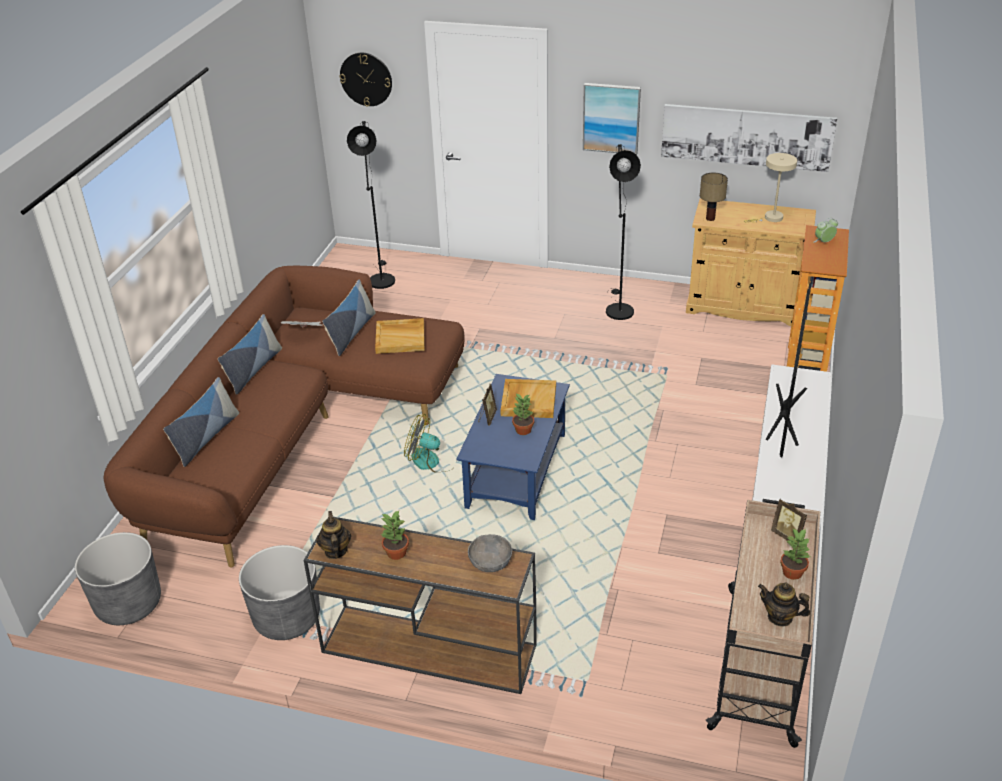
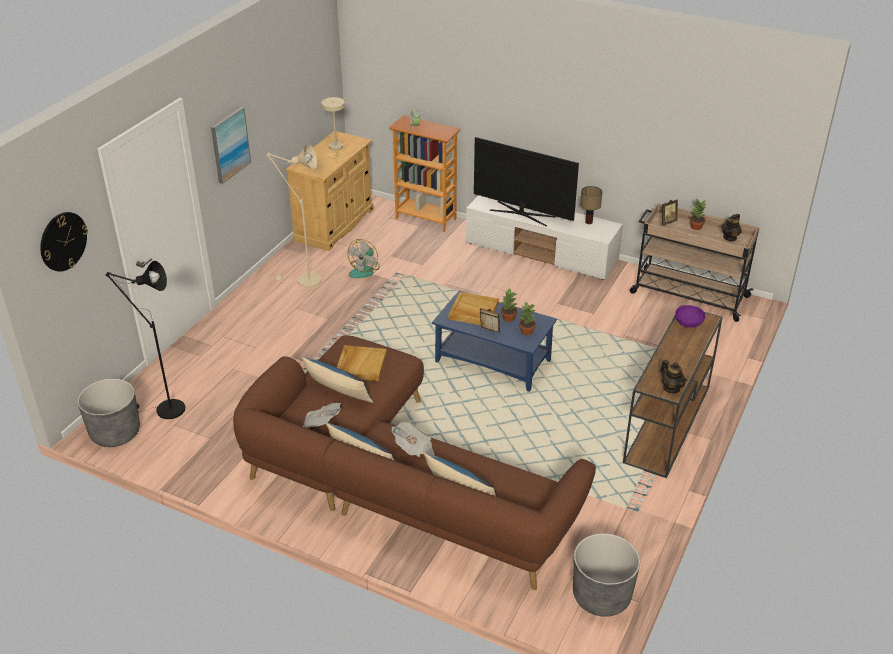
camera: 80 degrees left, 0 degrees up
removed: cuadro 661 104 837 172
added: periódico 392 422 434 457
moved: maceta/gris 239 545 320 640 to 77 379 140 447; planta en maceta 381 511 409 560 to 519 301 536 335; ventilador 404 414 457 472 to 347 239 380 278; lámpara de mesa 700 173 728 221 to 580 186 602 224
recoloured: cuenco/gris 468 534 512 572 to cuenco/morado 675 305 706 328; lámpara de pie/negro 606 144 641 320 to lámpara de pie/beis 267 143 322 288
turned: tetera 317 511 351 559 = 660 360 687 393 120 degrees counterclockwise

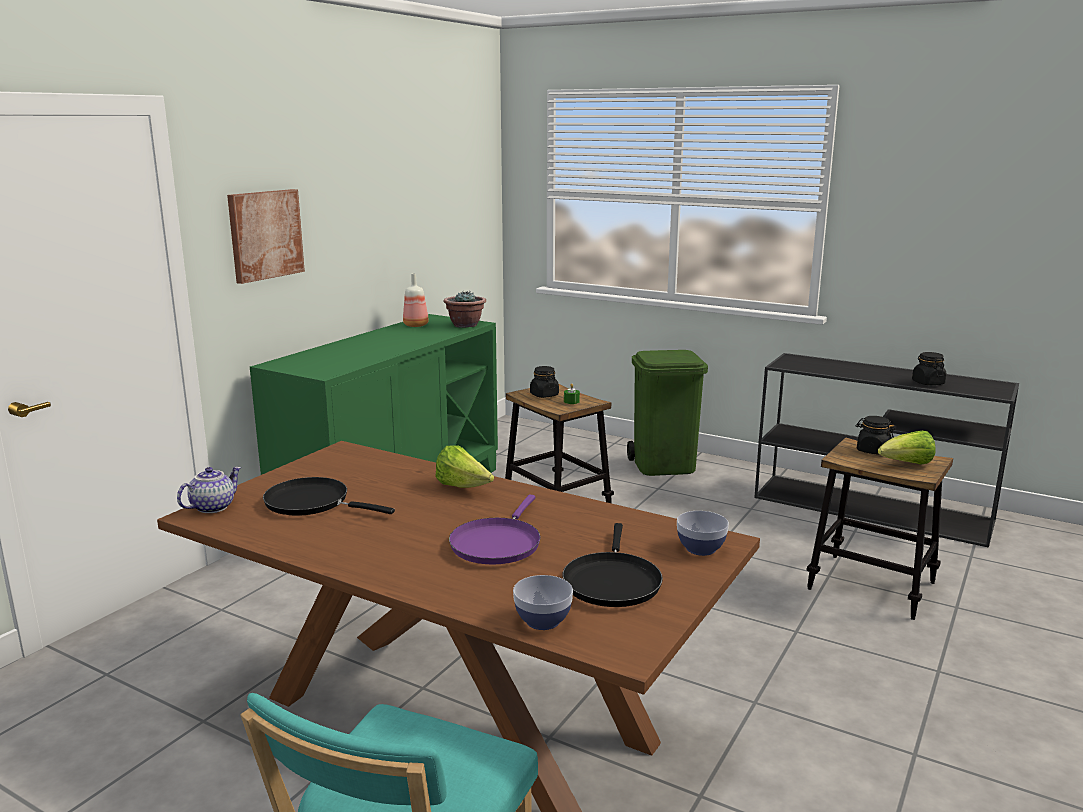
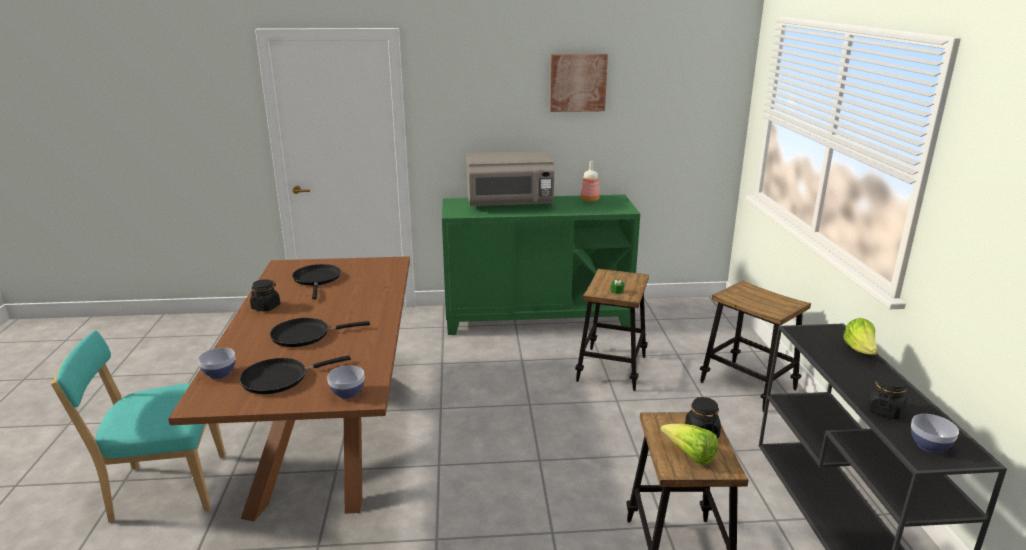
camera: 55 degrees right, 5 degrees up
removed: tetera 177 467 241 513; planta en maceta 443 290 486 328
added: microondas/gris 466 151 554 207; cuenco 911 414 959 453
moved: cuadro 227 189 305 284 to 550 54 608 112; lechuga 436 445 494 488 to 843 318 878 355; tarro/negro 530 366 559 398 to 250 279 280 312
replaced: papelera/verde 627 350 708 476 to taburete 700 281 811 412
recoloured: sartén/morado 449 495 541 564 to sartén/negro 270 318 370 347

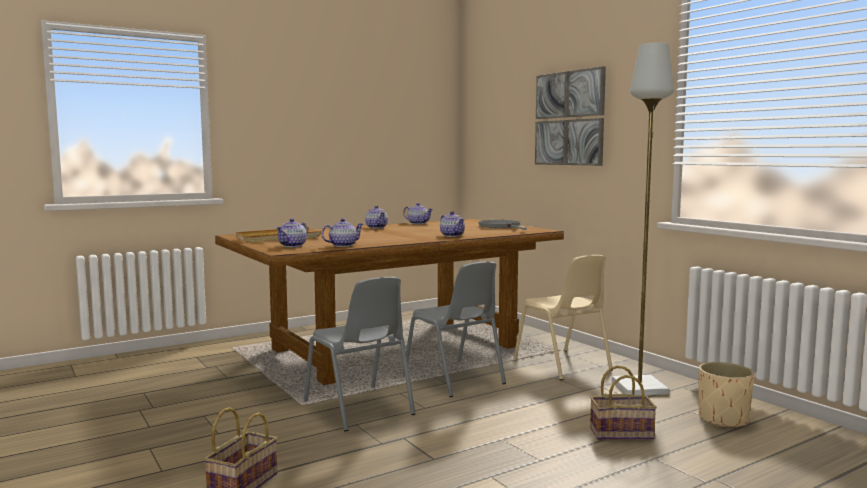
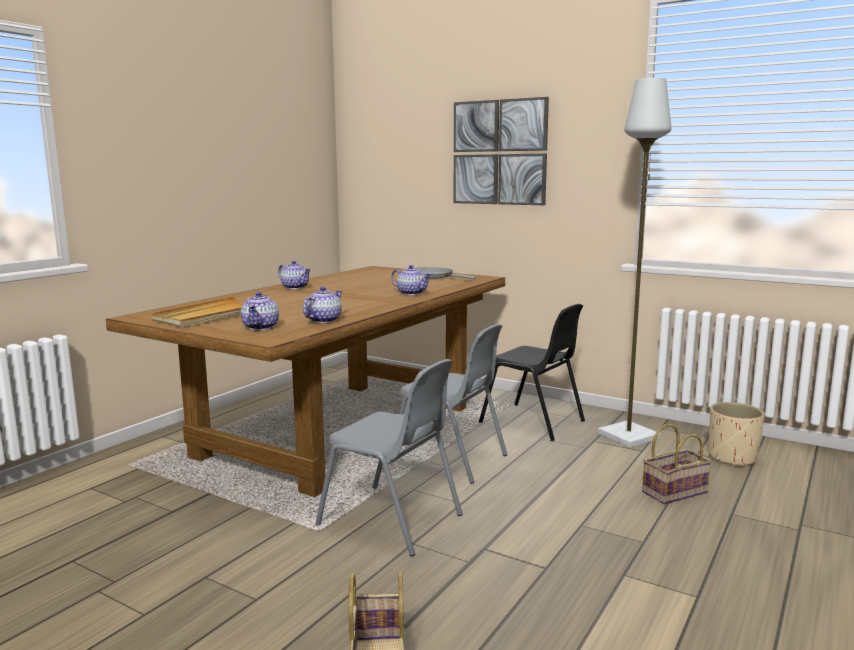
camera: 25 degrees left, 5 degrees up
removed: tetera 403 203 433 224
recoloured: silla/beis 514 255 613 380 to silla/negro 479 304 585 441

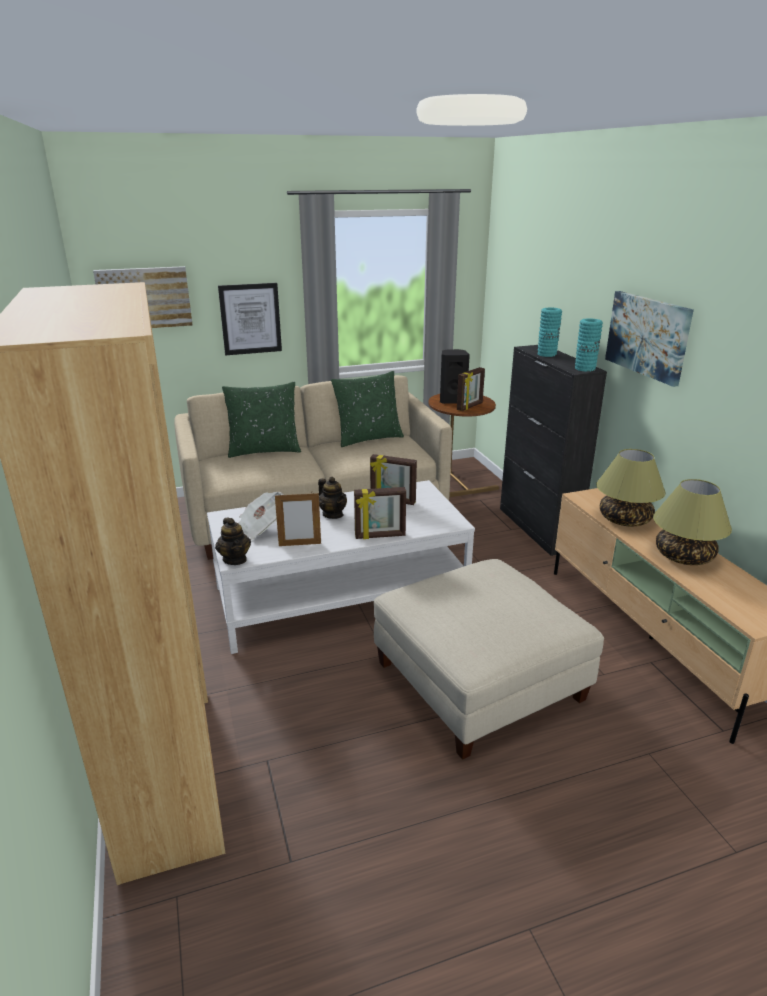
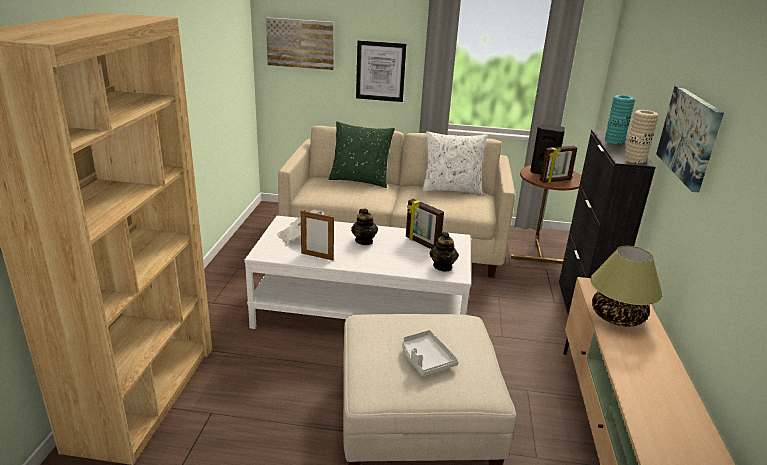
camera: 25 degrees right, 0 degrees up
removed: portarretratos 354 487 406 539; lámpara de mesa 653 479 732 565
added: bandeja/gris 402 330 459 376
moved: tetera 215 517 251 565 to 429 232 459 272
recoloured: cojín/verde 331 371 404 447 to cojín/blanco 422 131 487 195; florero/turquesa 575 318 603 372 to florero/beis 624 110 659 164

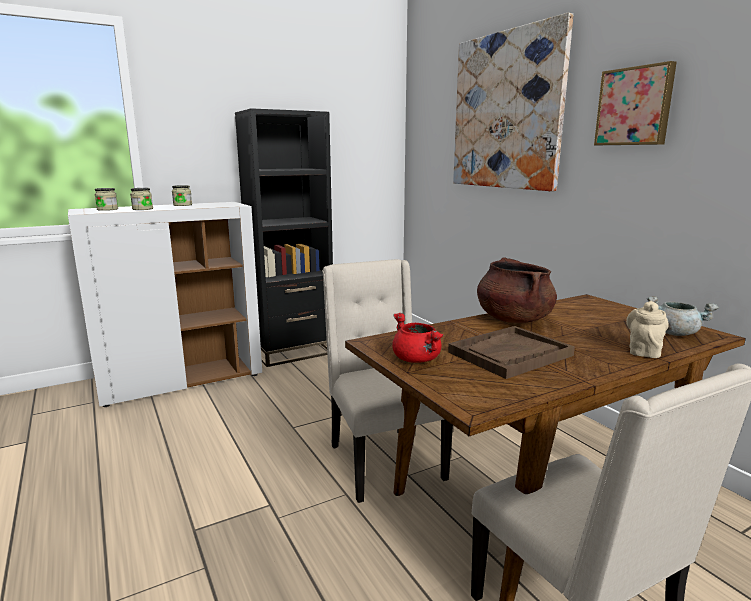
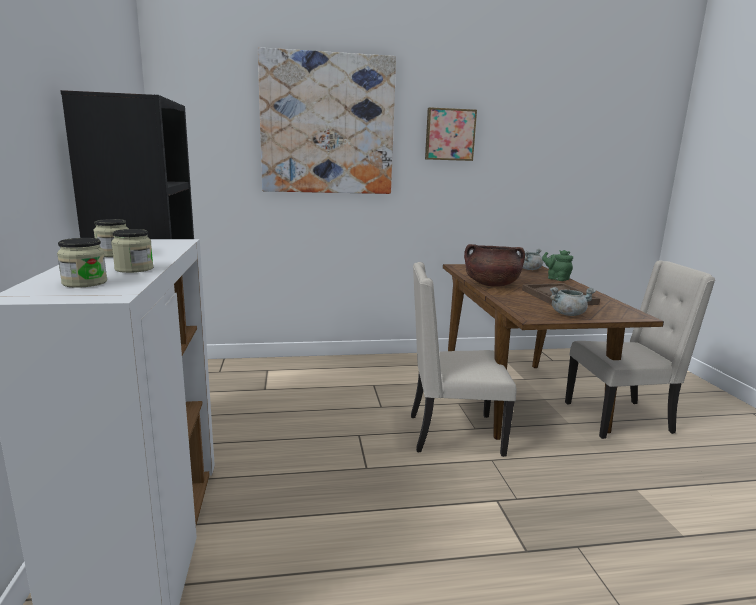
camera: 70 degrees left, 0 degrees up
recoloured: olla/rojo 392 313 443 363 to olla/gris 550 287 596 316; tetera/beis 626 301 669 358 to tetera/verde 542 250 573 281

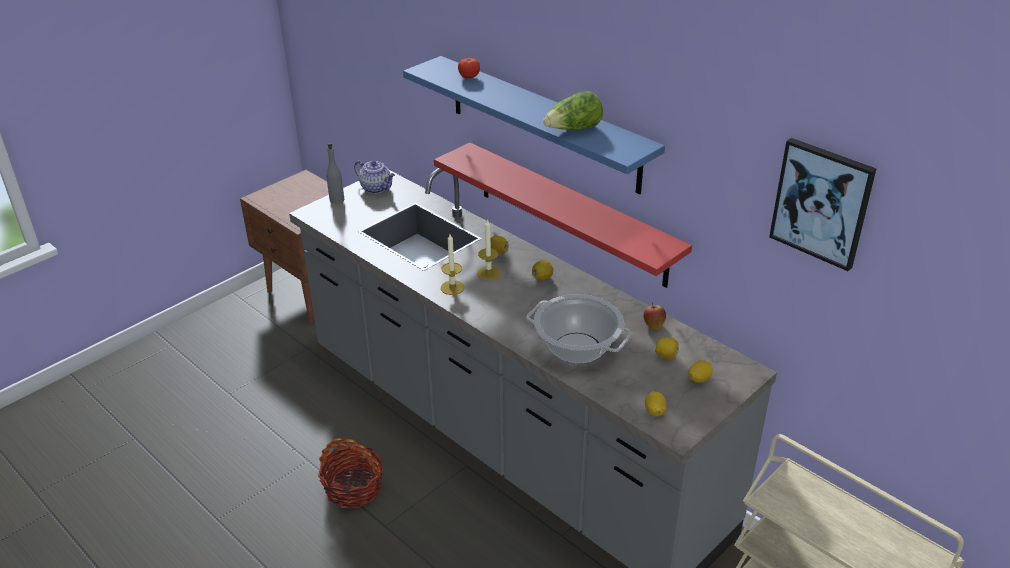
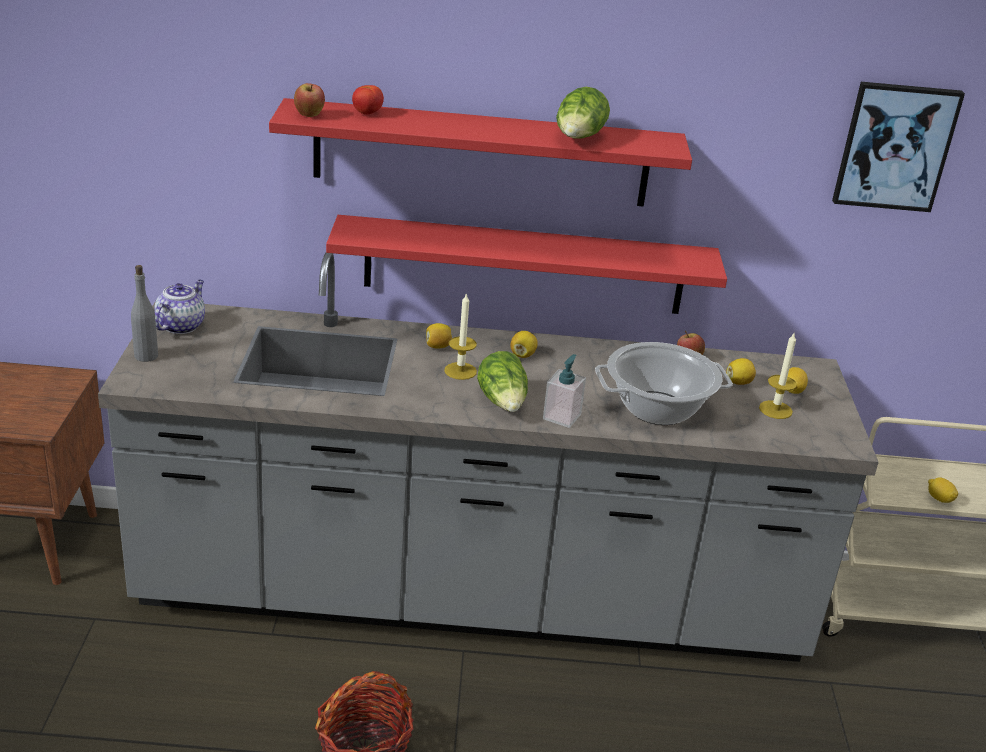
camera: 45 degrees left, 5 degrees down
added: manzana 294 83 325 117; lechuga 477 351 528 412; dispensador de jabón 543 354 586 428
moved: vela 441 234 465 295 to 759 333 797 419; limón 645 391 667 416 to 928 477 958 503
recoloured: estante/azul 403 56 665 194 to estante/rojo 269 98 692 207
turned: tetera 354 160 395 194 = 154 280 205 334 60 degrees counterclockwise

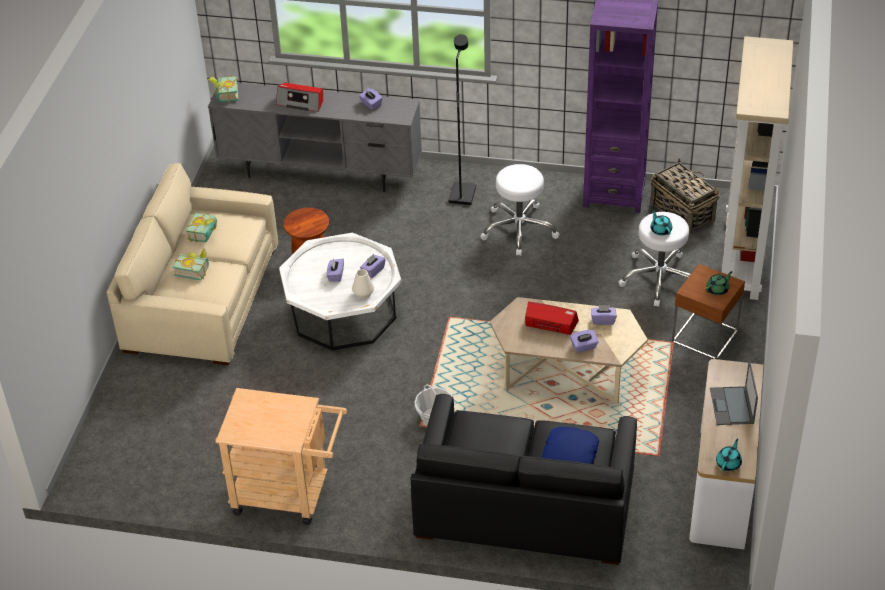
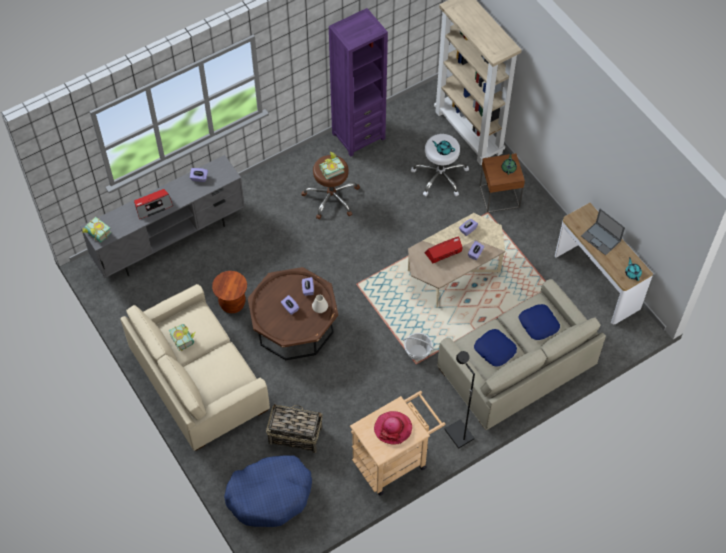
camera: 45 degrees left, 15 degrees up
added: cama para perro/azul 224 456 312 527; sombrero 374 411 412 444; cojín/azul 474 329 517 367
moved: libro 173 248 209 280 to 319 152 345 179; lámpara de pie/negro 448 34 476 205 to 444 351 475 449; cesta 650 158 720 235 to 266 404 323 453
recoloured: mesa de centro/blanco 279 233 401 351 to mesa de centro/marrón 248 267 338 360; sofá/negro 411 394 637 565 to sofá/beis 437 279 606 430; taburete/blanco 480 164 560 256 to taburete/marrón 301 155 360 219

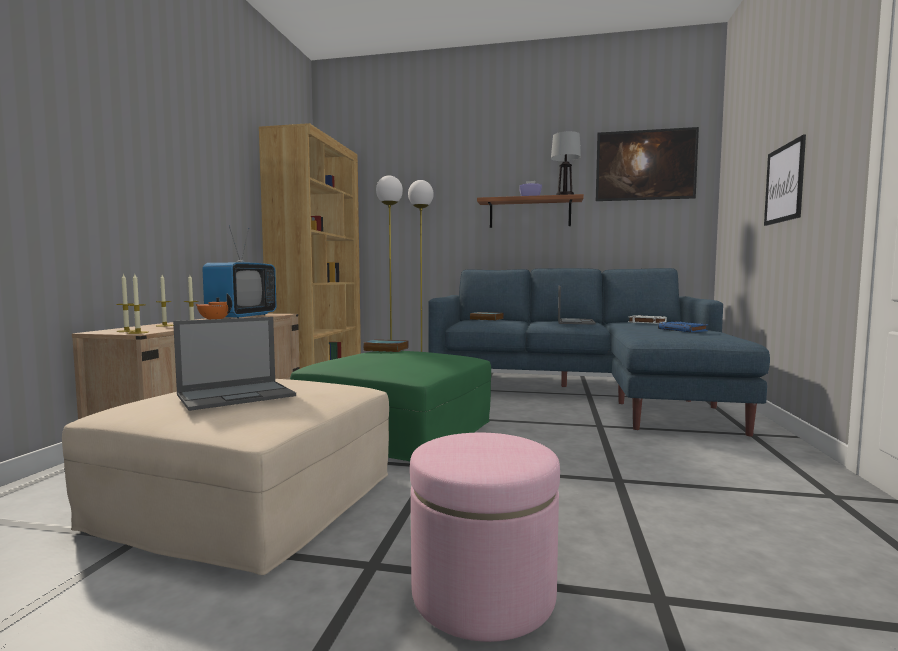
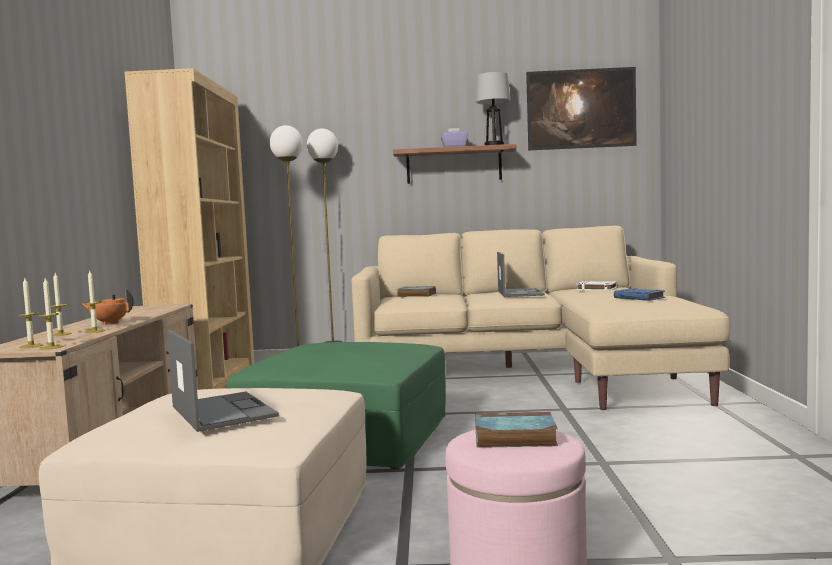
camera: 10 degrees left, 0 degrees up
removed: televisor 202 225 277 318; cuadro 764 134 806 226
moved: libro 363 339 408 352 to 475 412 558 448
recoloured: sofá/azul 428 268 770 437 to sofá/beis 351 226 730 410
turned: portátil 173 317 296 411 = 167 330 279 432 75 degrees counterclockwise

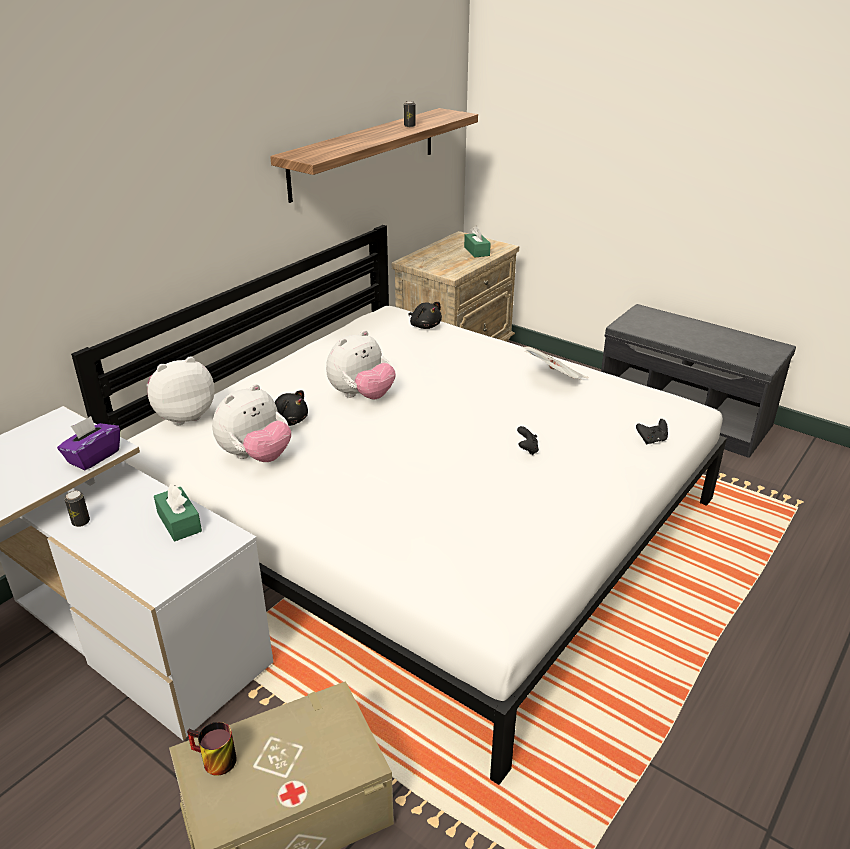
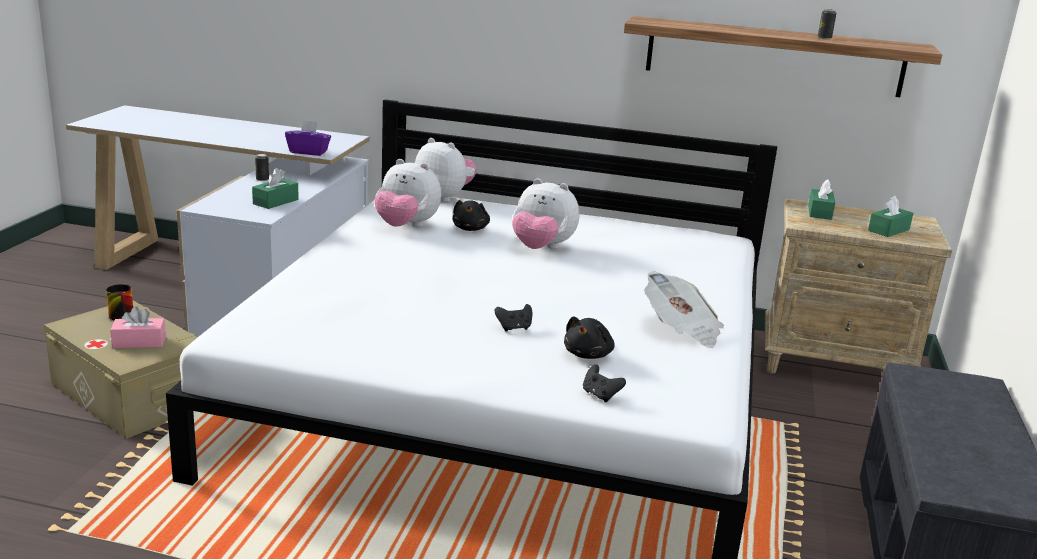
camera: 65 degrees right, 10 degrees down
added: caja de pañuelos/rosa 110 306 166 348; caja de pañuelos/verde 808 180 835 220
moved: peluche/negro 408 302 442 329 to 564 316 615 359

